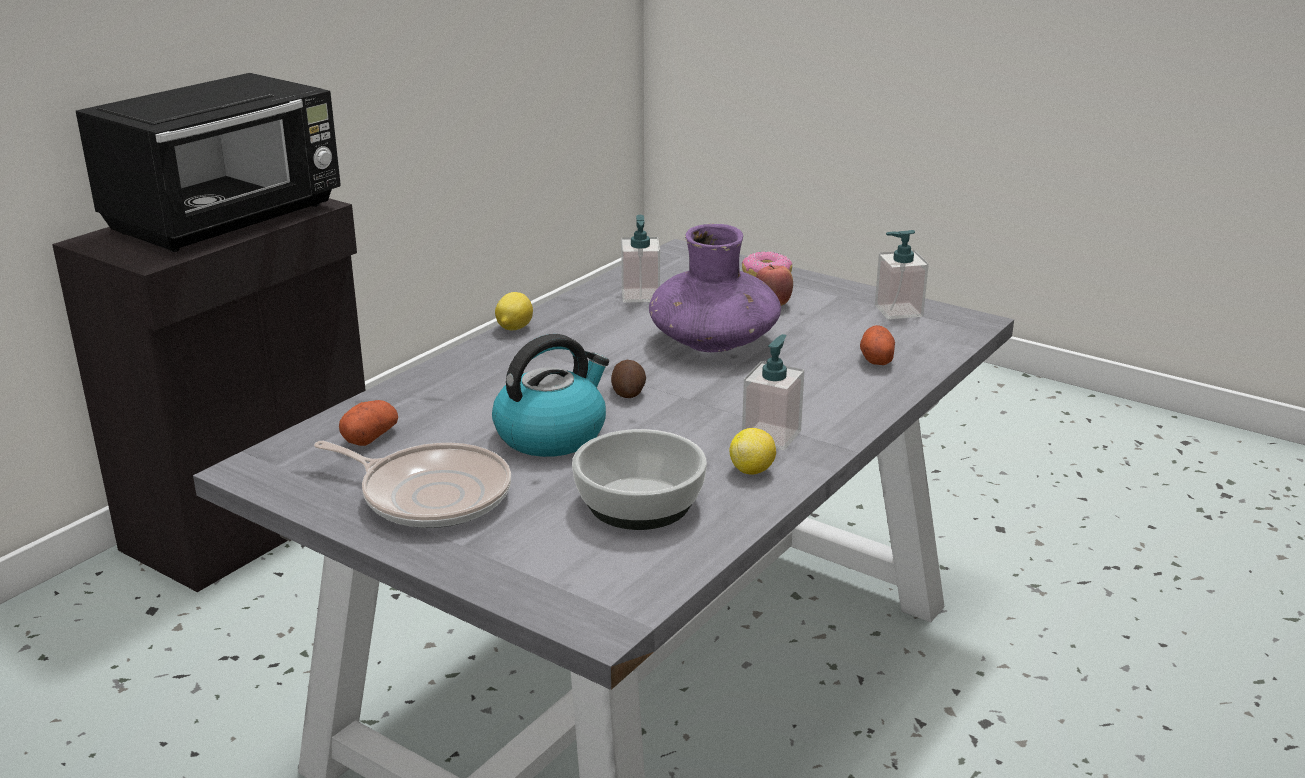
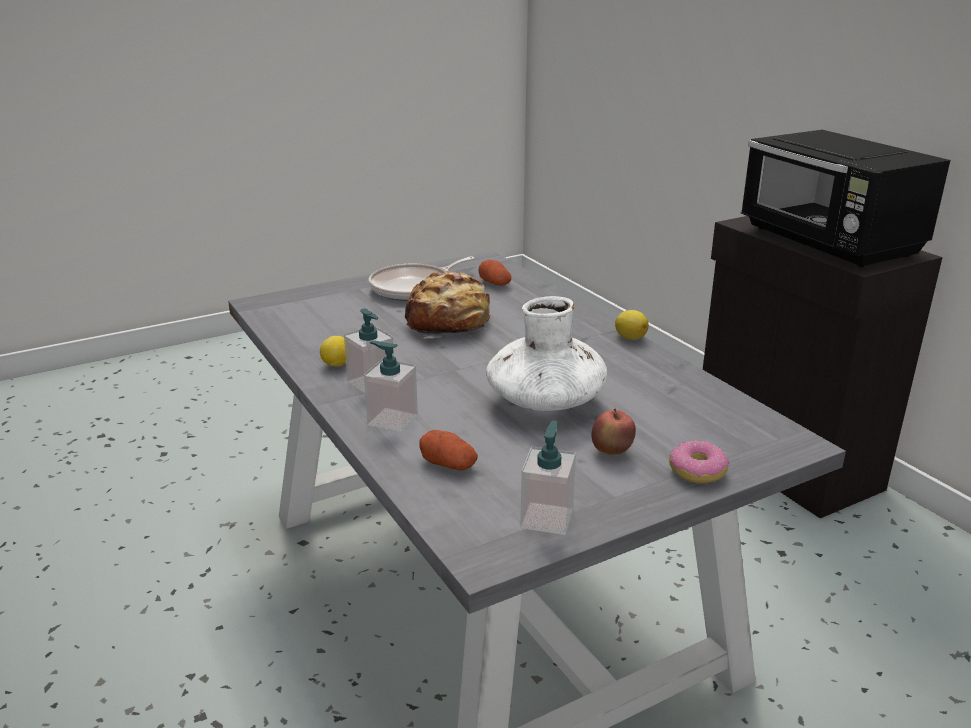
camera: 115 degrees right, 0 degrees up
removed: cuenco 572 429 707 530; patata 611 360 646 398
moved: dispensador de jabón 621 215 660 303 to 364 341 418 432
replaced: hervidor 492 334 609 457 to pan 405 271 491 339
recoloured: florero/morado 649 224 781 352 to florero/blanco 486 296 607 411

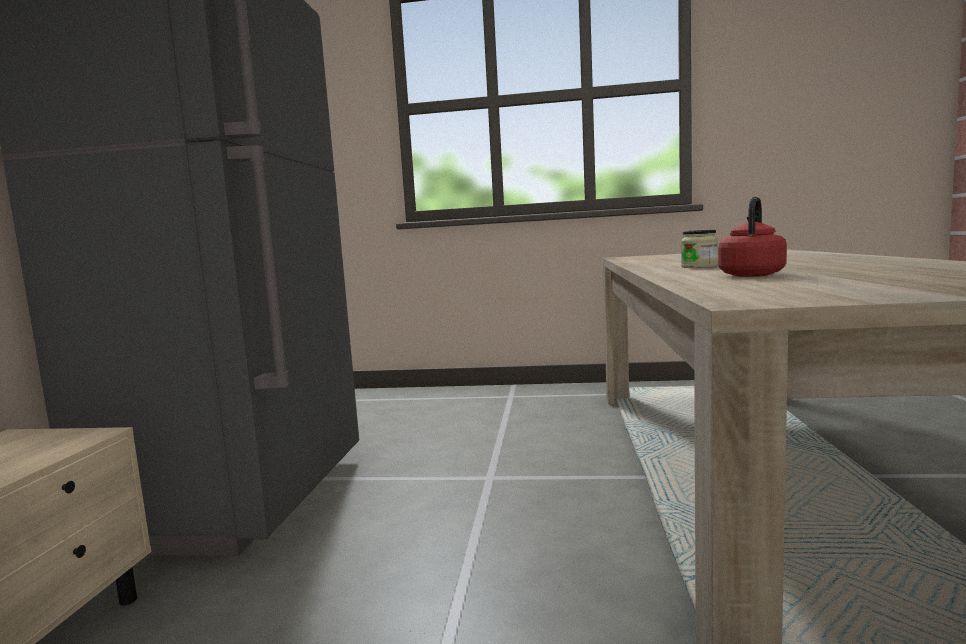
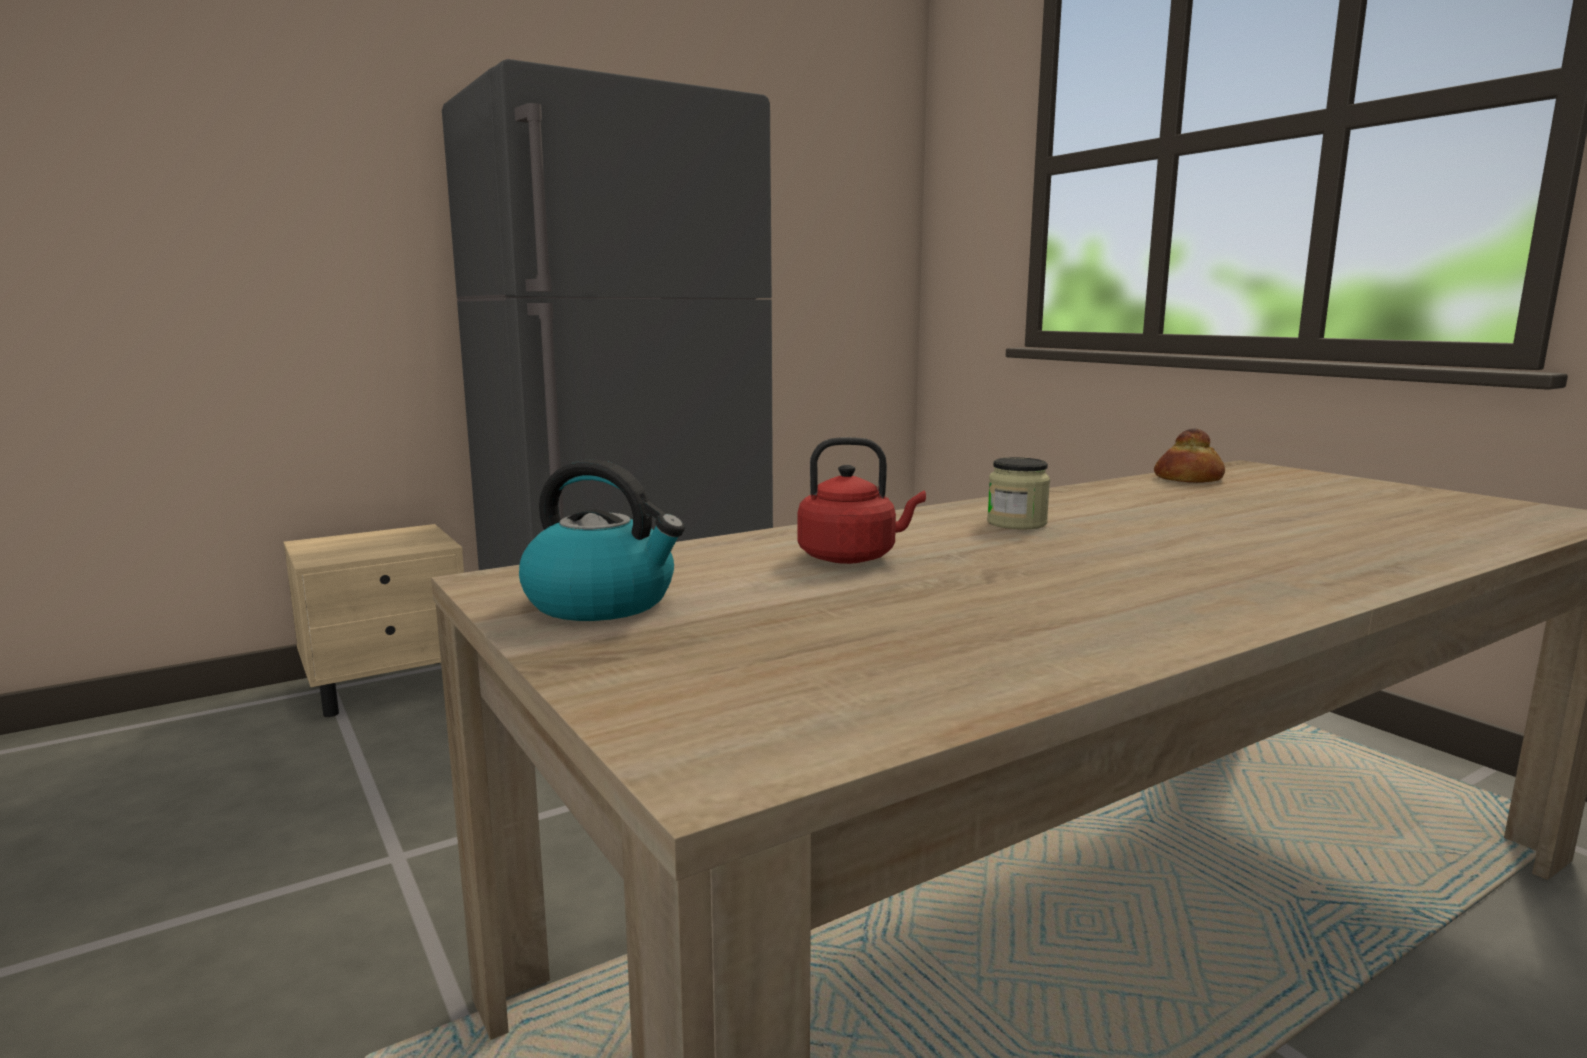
camera: 50 degrees right, 5 degrees up
added: hervidor 519 460 685 621; pan 1154 429 1225 483

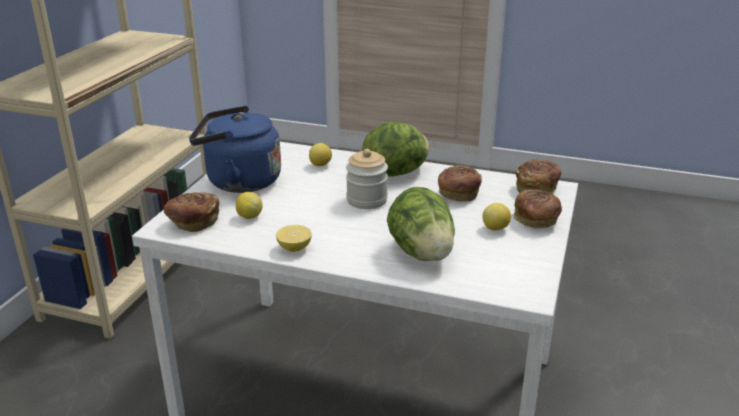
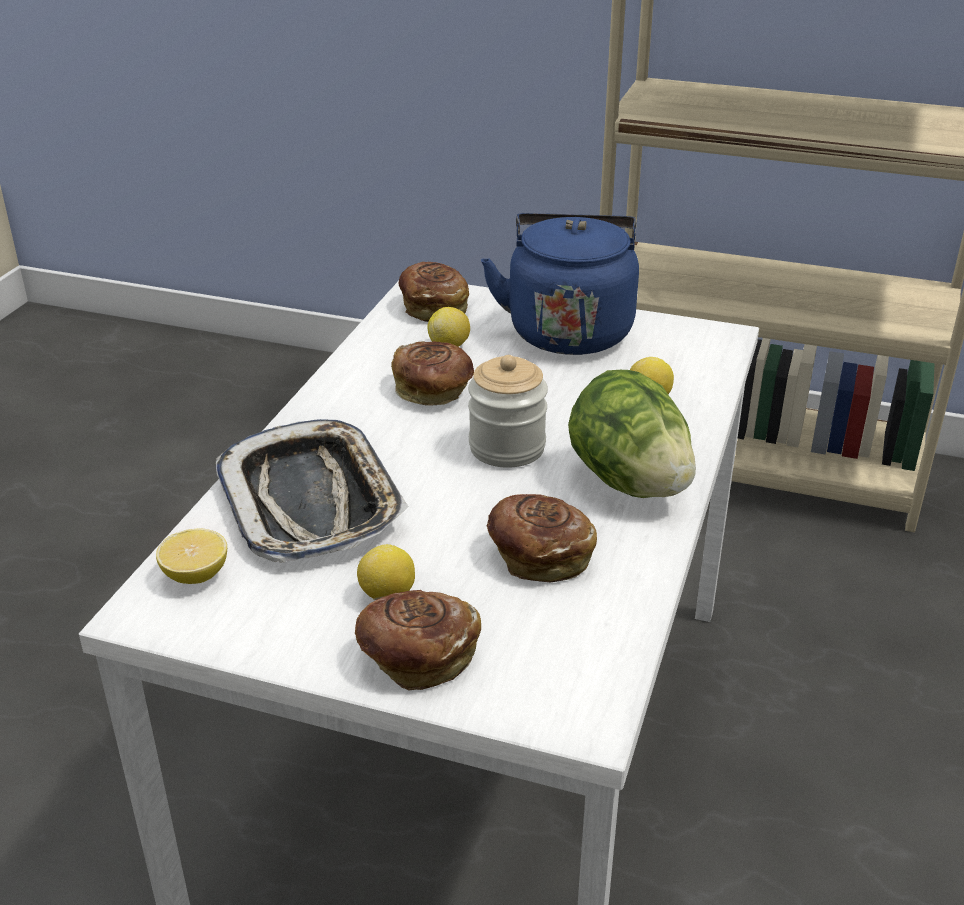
camera: 90 degrees right, 5 degrees up
moved: limón 276 225 312 252 to 156 528 227 584; pan 516 159 561 194 to 391 341 474 406
replaced: lechuga 387 187 455 261 to bandeja 216 419 409 563

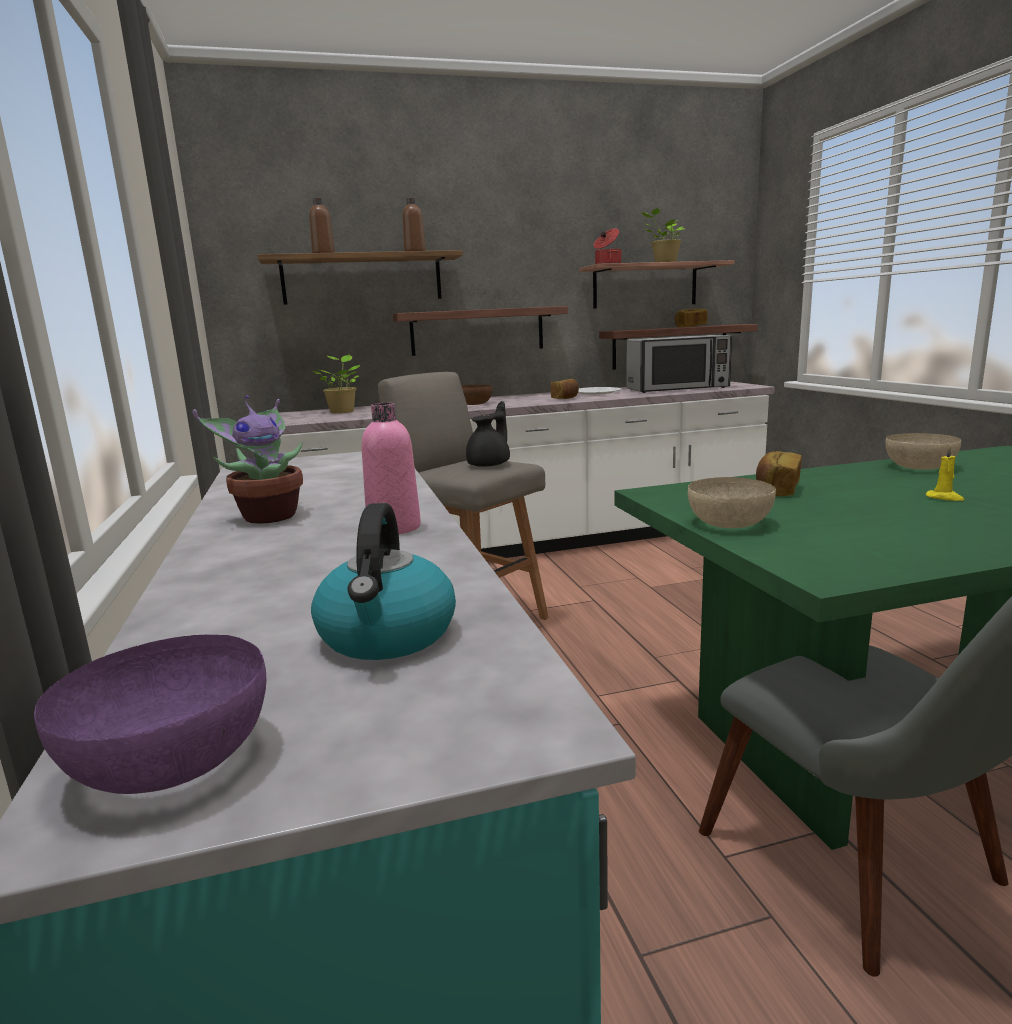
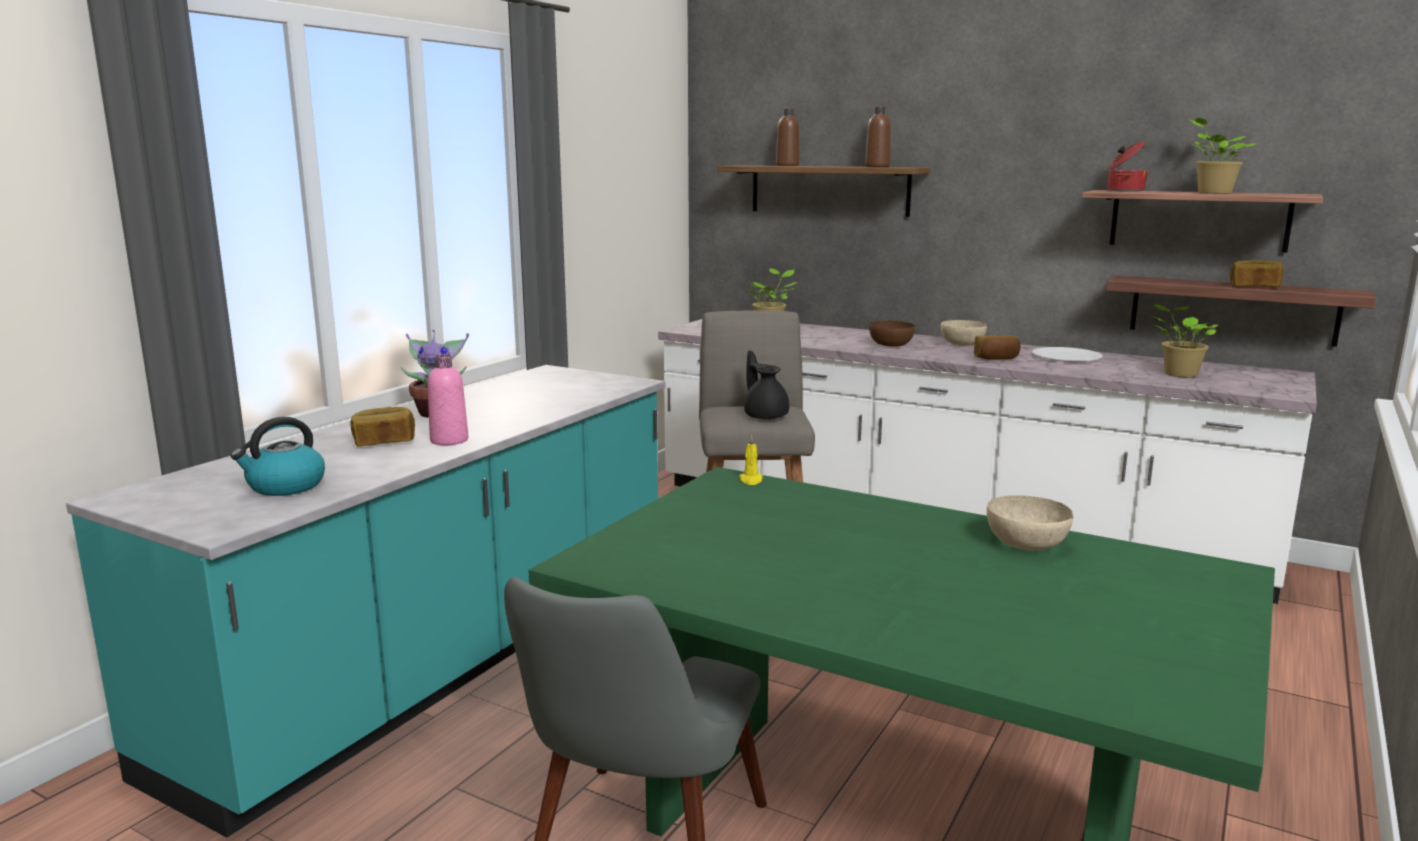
camera: 45 degrees right, 0 degrees up
removed: cuenco/morado 34 635 266 794; estante 393 306 568 356
moved: cuenco/beis 688 477 776 528 to 941 320 987 345; pan 756 451 802 497 to 351 407 415 447; vela/amarillo 926 446 964 501 to 739 435 763 485
replaced: microondas 626 335 732 393 to planta en maceta 1150 304 1218 377
turned: tetera/negro 466 401 510 467 = 744 350 789 419 105 degrees counterclockwise

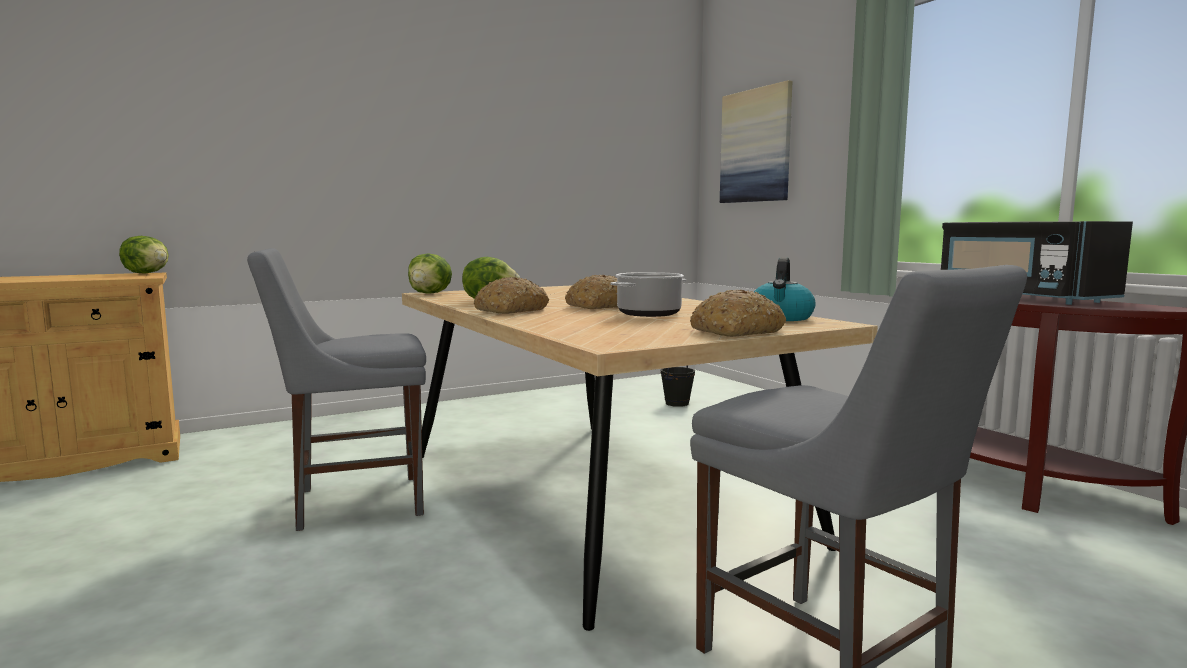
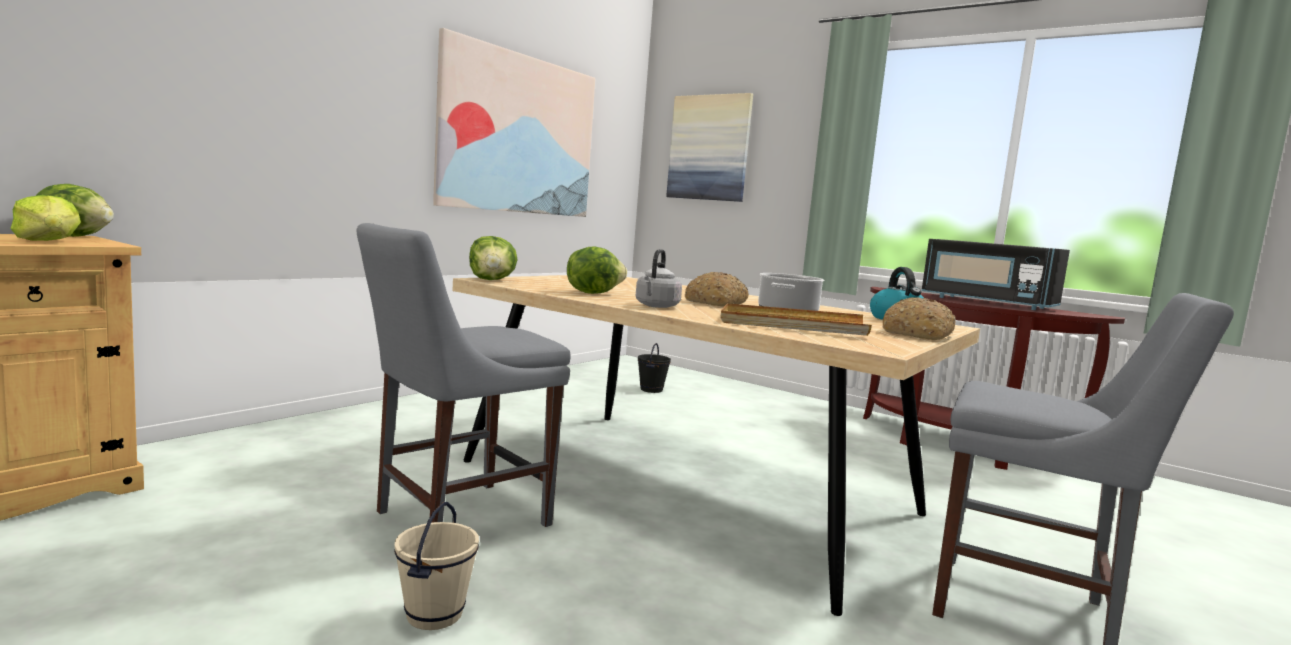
camera: 25 degrees left, 0 degrees up
added: lechuga 10 195 81 241; cubo/beis 394 502 479 630; cuadro 433 28 595 217; bandeja/beis 720 303 872 336
replaced: pan 474 277 549 314 to hervidor/gris 636 249 682 308

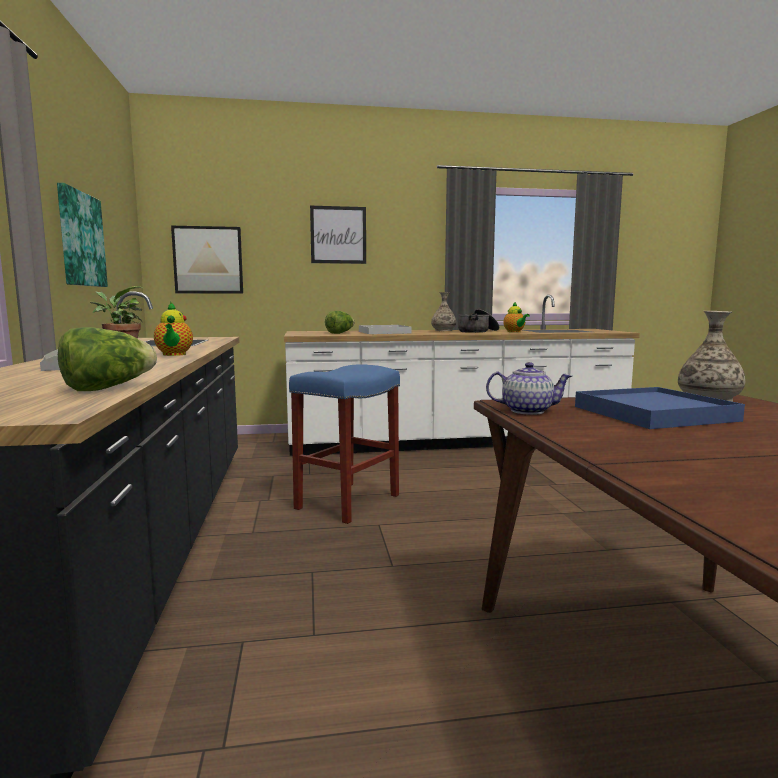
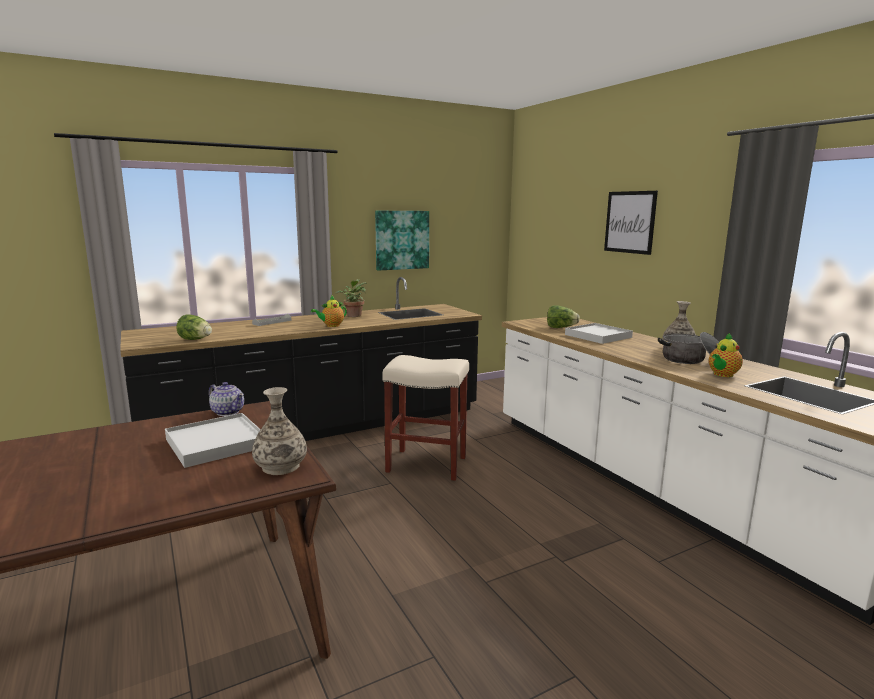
camera: 70 degrees right, 5 degrees up
removed: cuadro 171 226 243 294
recoloured: taburete/azul 289 364 400 524 to taburete/beis 382 355 469 481; bandeja/azul 575 387 745 429 to bandeja/blanco 165 413 261 468
turned: tetera 486 362 572 415 = 209 382 244 416 45 degrees counterclockwise

